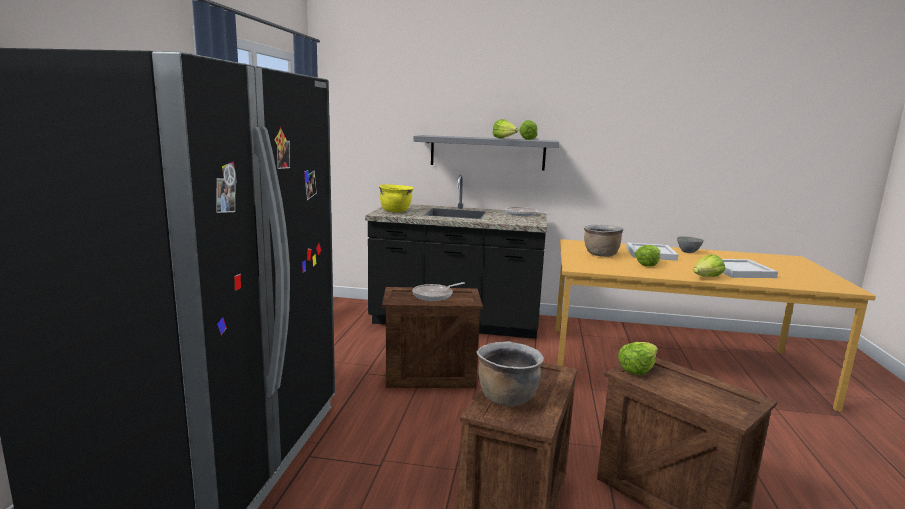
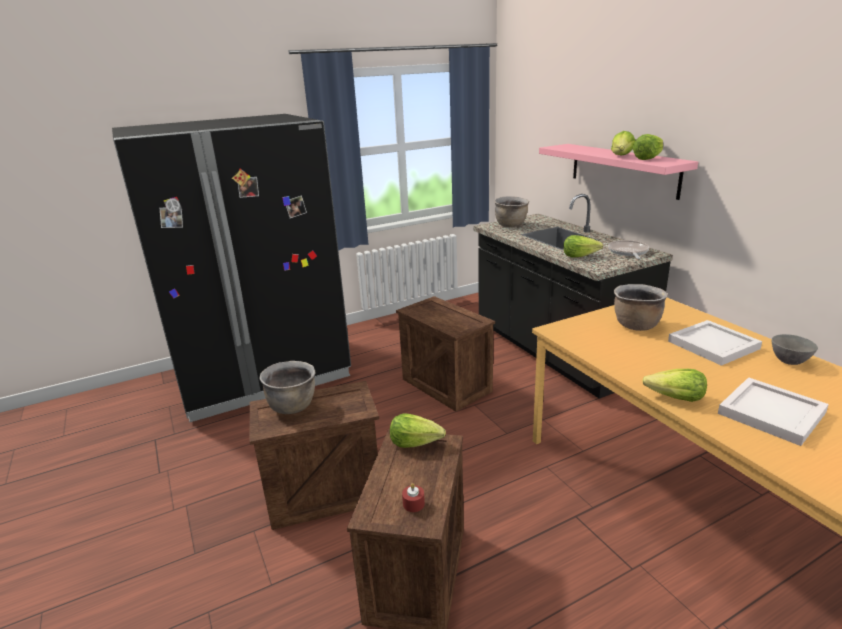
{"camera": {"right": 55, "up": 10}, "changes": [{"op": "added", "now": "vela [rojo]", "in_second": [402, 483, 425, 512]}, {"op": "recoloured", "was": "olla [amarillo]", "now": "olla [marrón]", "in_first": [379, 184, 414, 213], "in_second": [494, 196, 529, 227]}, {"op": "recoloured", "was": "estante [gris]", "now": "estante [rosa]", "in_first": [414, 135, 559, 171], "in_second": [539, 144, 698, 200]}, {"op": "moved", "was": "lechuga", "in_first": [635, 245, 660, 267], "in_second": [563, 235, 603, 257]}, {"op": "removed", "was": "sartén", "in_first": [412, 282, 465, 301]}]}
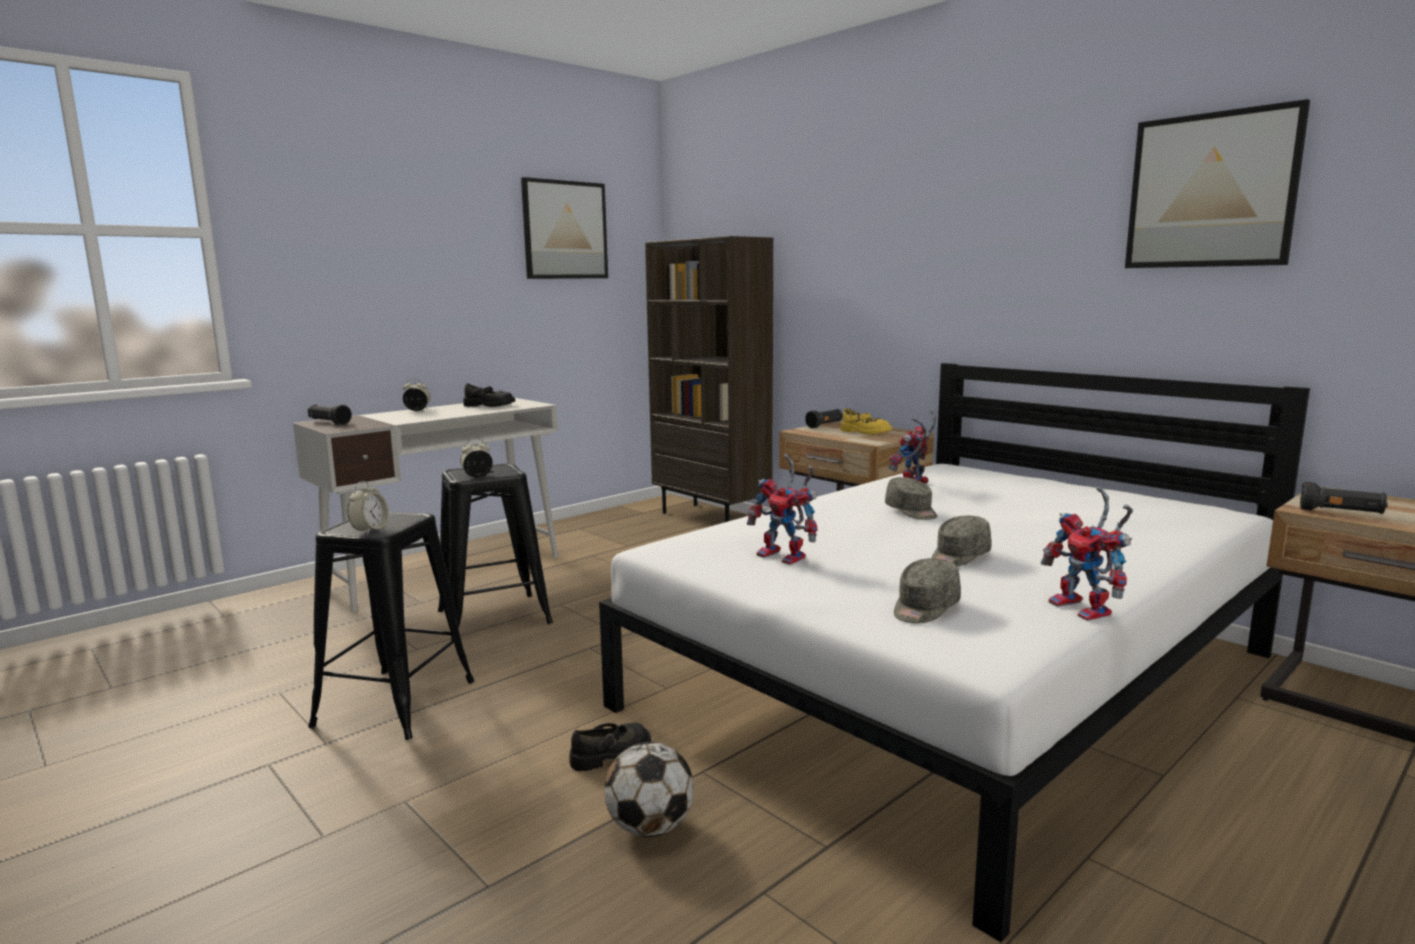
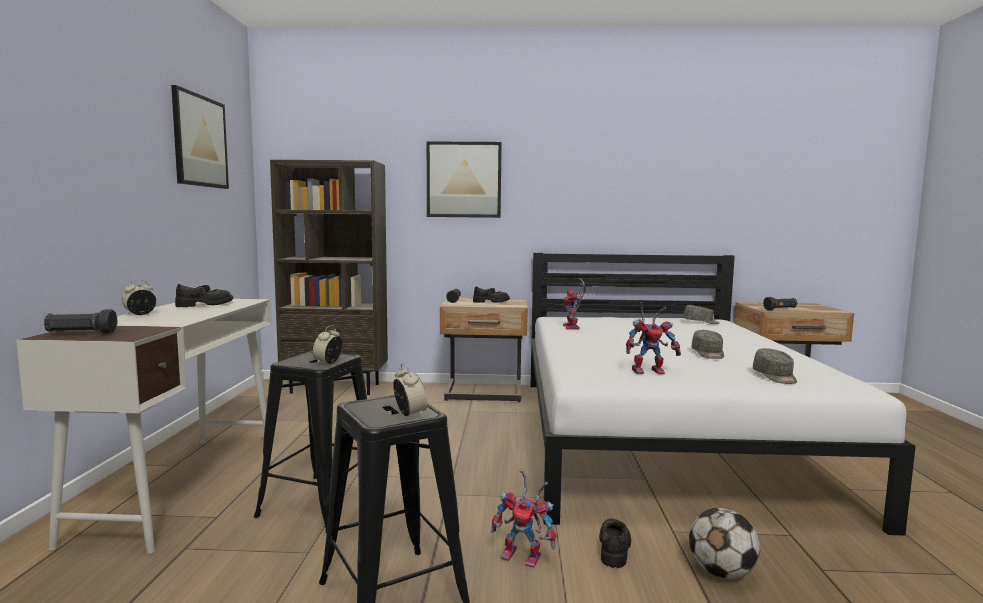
{"camera": {"right": -45, "up": -5}, "changes": [{"op": "moved", "was": "cuadro", "in_first": [1125, 99, 1310, 268], "in_second": [427, 141, 502, 218]}, {"op": "recoloured", "was": "zapato [amarillo]", "now": "zapato [negro]", "in_first": [840, 408, 892, 435], "in_second": [473, 286, 510, 303]}, {"op": "moved", "was": "robot de juguete", "in_first": [1041, 486, 1133, 621], "in_second": [491, 469, 556, 568]}, {"op": "moved", "was": "gorra [gris]", "in_first": [885, 477, 937, 520], "in_second": [684, 305, 720, 324]}]}
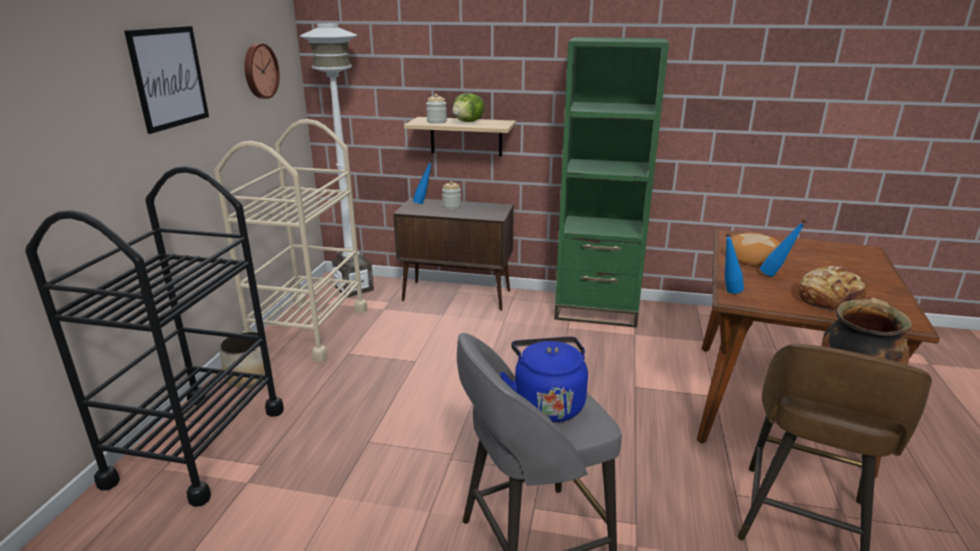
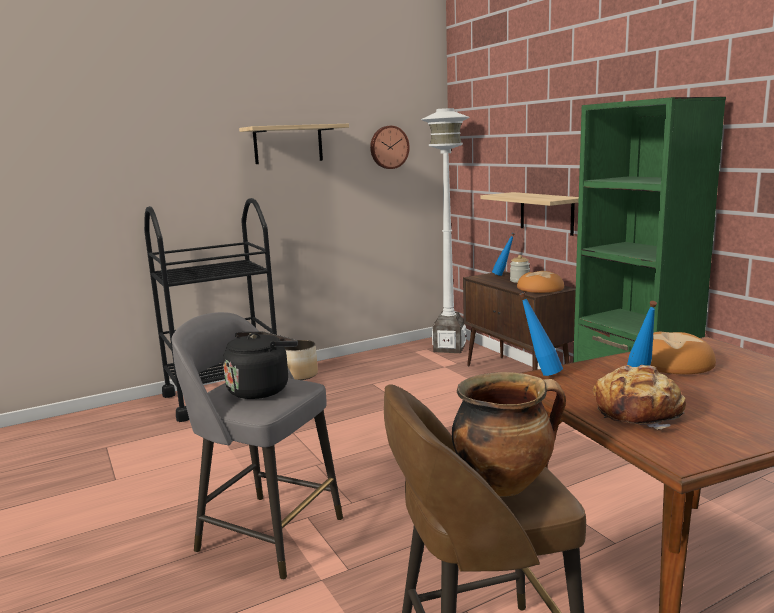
{"camera": {"right": 50, "up": -10}, "changes": [{"op": "recoloured", "was": "hervidor [azul]", "now": "hervidor [negro]", "in_first": [500, 337, 588, 423], "in_second": [223, 331, 298, 399]}, {"op": "replaced", "was": "cuadro", "now": "estante", "in_first": [124, 26, 209, 134], "in_second": [239, 124, 349, 164]}, {"op": "added", "now": "pan", "in_second": [517, 271, 564, 293]}, {"op": "removed", "was": "carrito [beis]", "in_first": [214, 119, 367, 362]}, {"op": "removed", "was": "tarro", "in_first": [426, 94, 447, 124]}, {"op": "removed", "was": "lechuga", "in_first": [452, 93, 485, 122]}]}
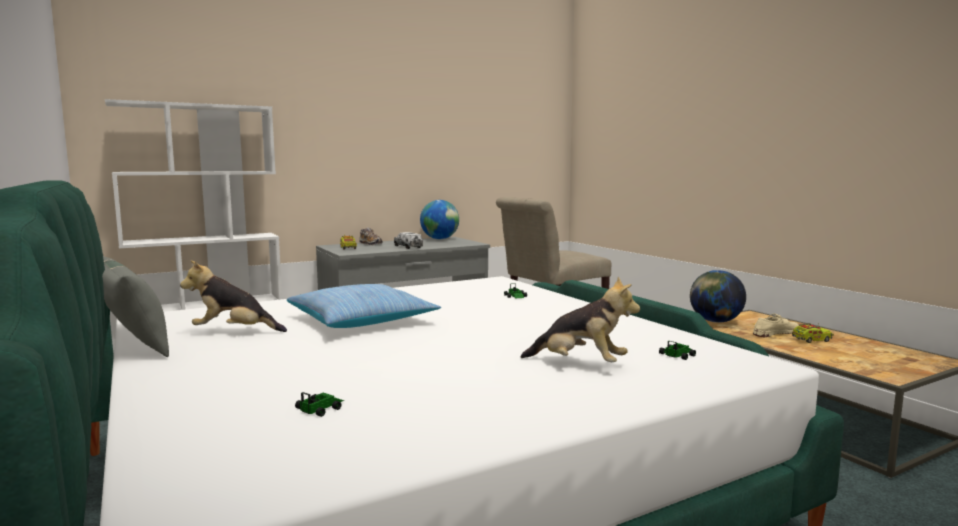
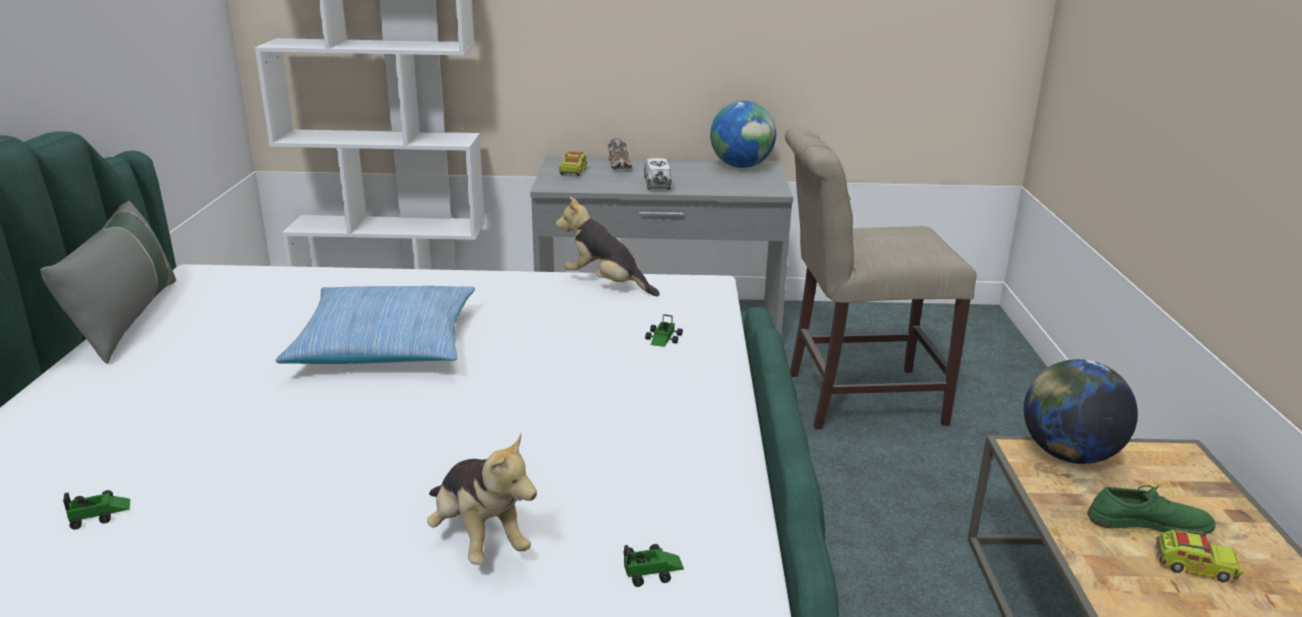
{"camera": {"right": 30, "up": 15}, "changes": [{"op": "moved", "was": "peluche", "in_first": [180, 260, 287, 332], "in_second": [556, 197, 660, 296]}, {"op": "recoloured", "was": "zapato [beis]", "now": "zapato [verde]", "in_first": [753, 314, 799, 337], "in_second": [1087, 485, 1216, 535]}]}
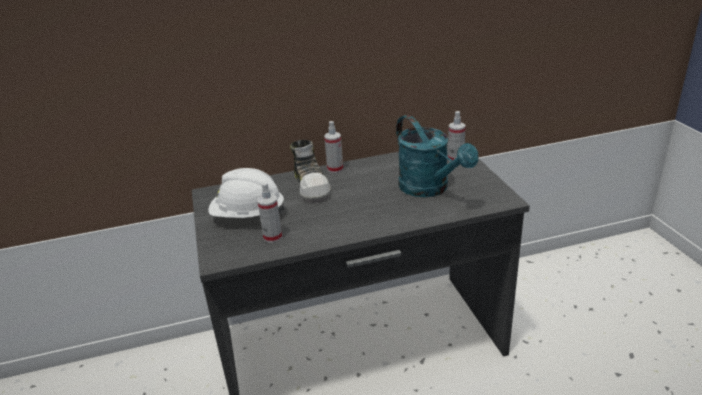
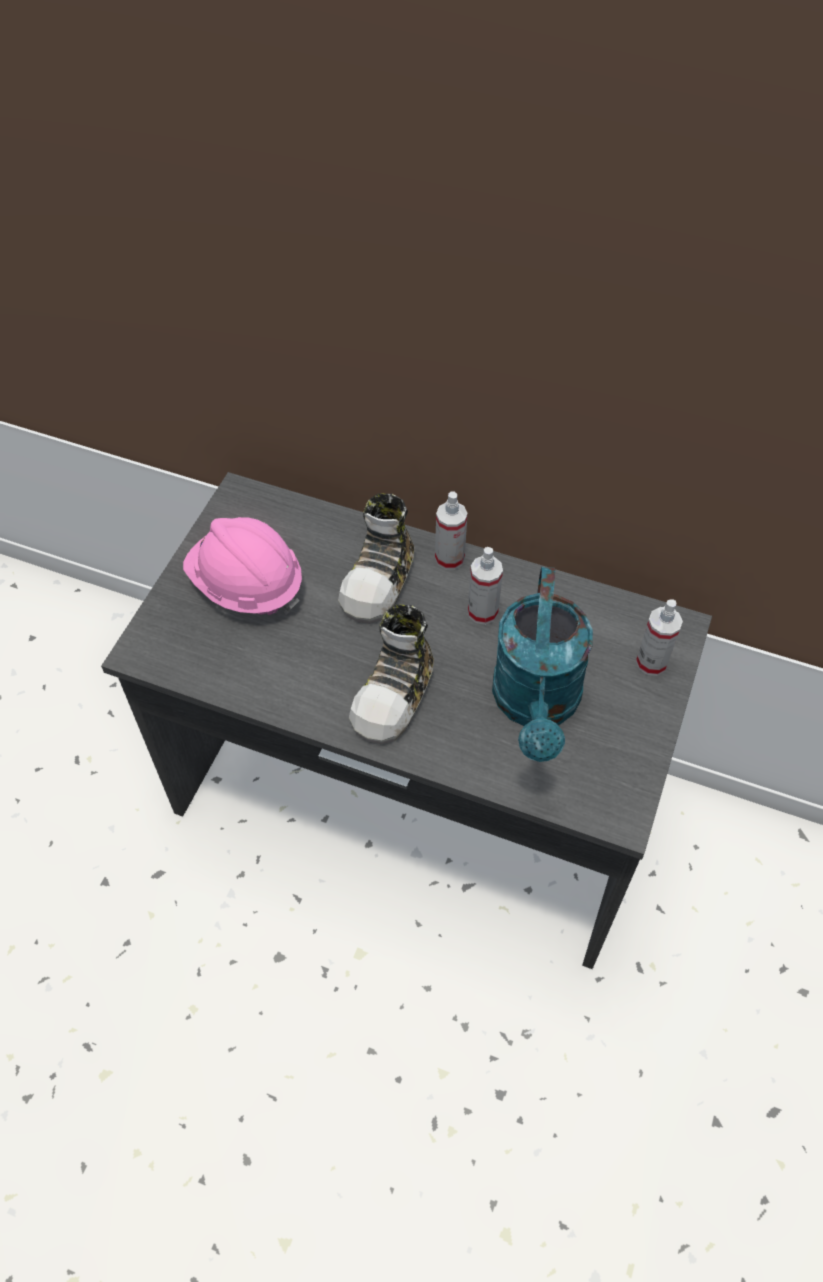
{"camera": {"right": 35, "up": 25}, "changes": [{"op": "recoloured", "was": "casco [blanco]", "now": "casco [rosa]", "in_first": [208, 168, 286, 218], "in_second": [183, 517, 302, 615]}, {"op": "added", "now": "zapato", "in_second": [349, 604, 434, 744]}, {"op": "moved", "was": "pulverizador", "in_first": [257, 183, 282, 243], "in_second": [468, 547, 503, 625]}]}
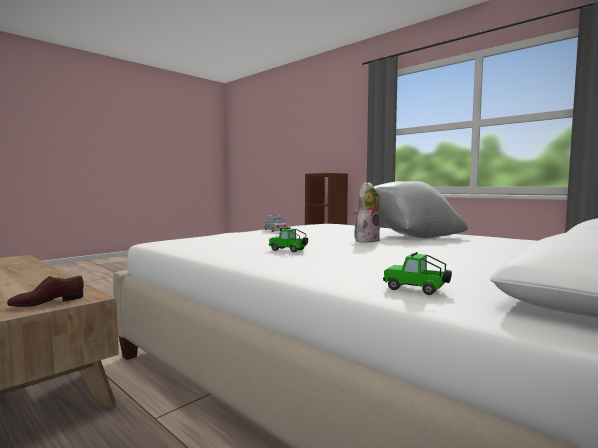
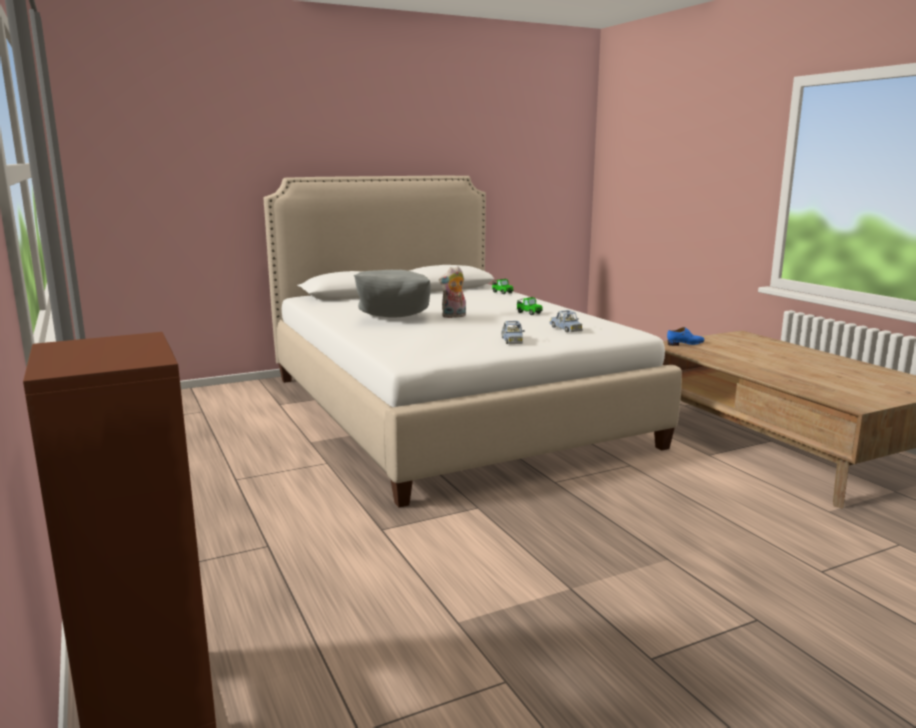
{"camera": {"right": -160, "up": 10}, "changes": [{"op": "added", "now": "coche de juguete [azul]", "in_second": [550, 310, 583, 332]}, {"op": "recoloured", "was": "zapato [marrón]", "now": "zapato [azul]", "in_first": [7, 275, 84, 307], "in_second": [667, 327, 704, 346]}]}
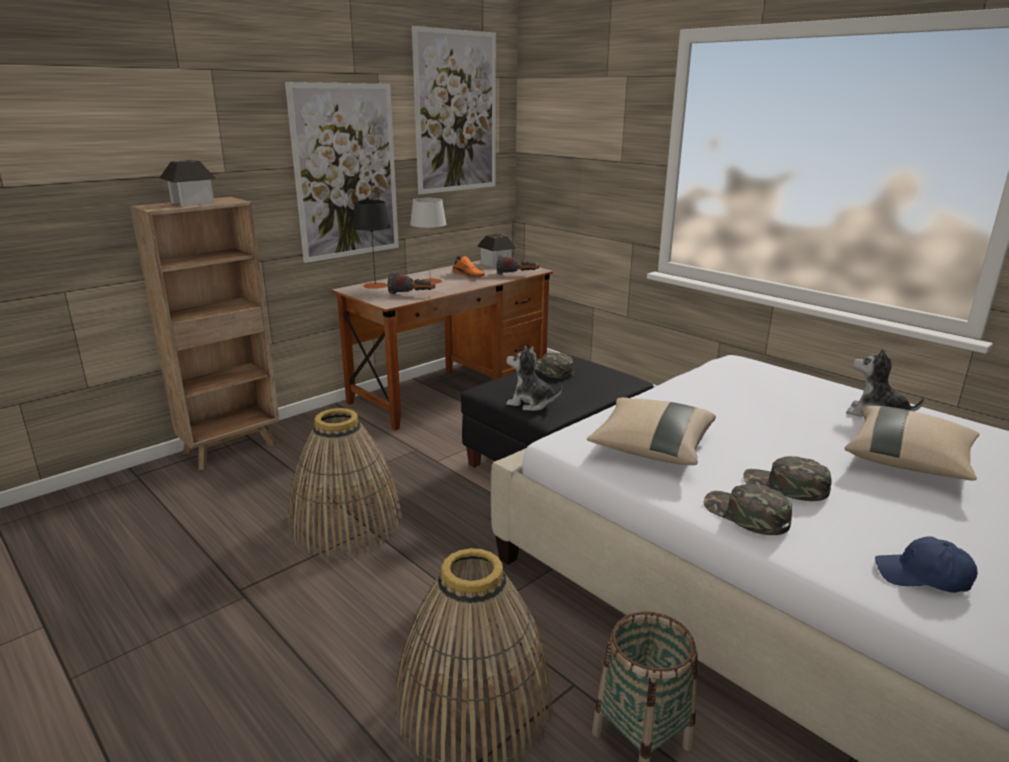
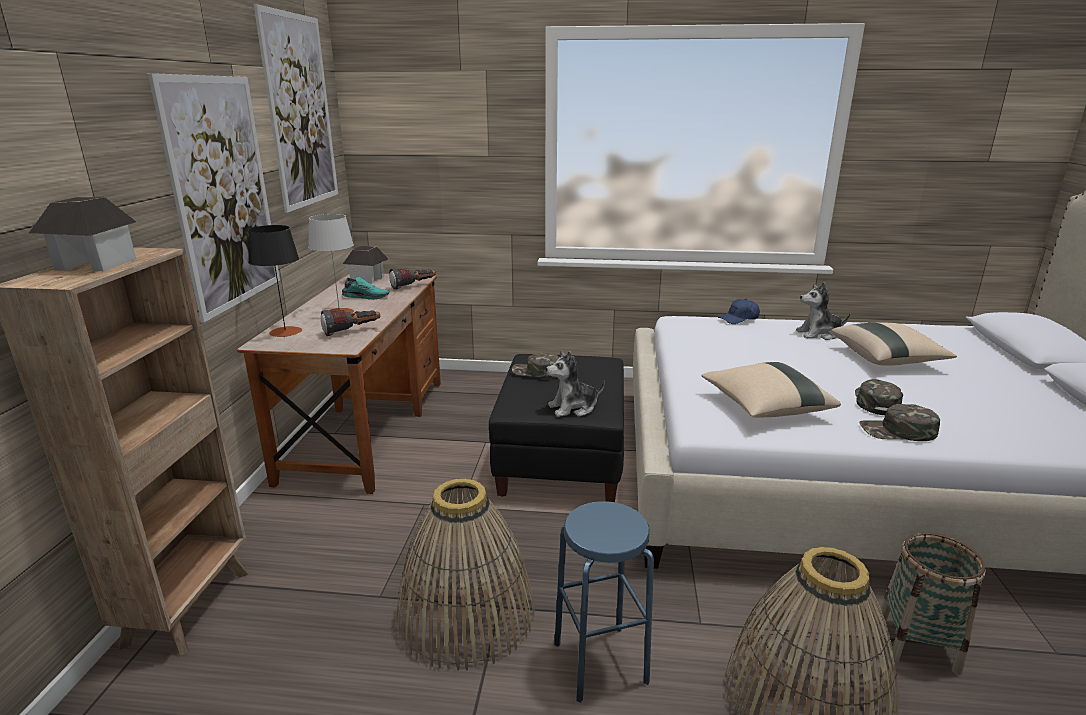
{"camera": {"right": -40, "up": 0}, "changes": [{"op": "recoloured", "was": "zapato [naranja]", "now": "zapato [turquesa]", "in_first": [452, 256, 485, 278], "in_second": [342, 276, 390, 300]}, {"op": "added", "now": "taburete [azul]", "in_second": [554, 501, 654, 703]}, {"op": "moved", "was": "gorra [azul]", "in_first": [875, 536, 978, 593], "in_second": [718, 299, 760, 324]}, {"op": "turned", "was": "gorra [verde]", "in_first": [744, 456, 832, 501], "in_second": [855, 379, 903, 415], "clockwise": 120}]}
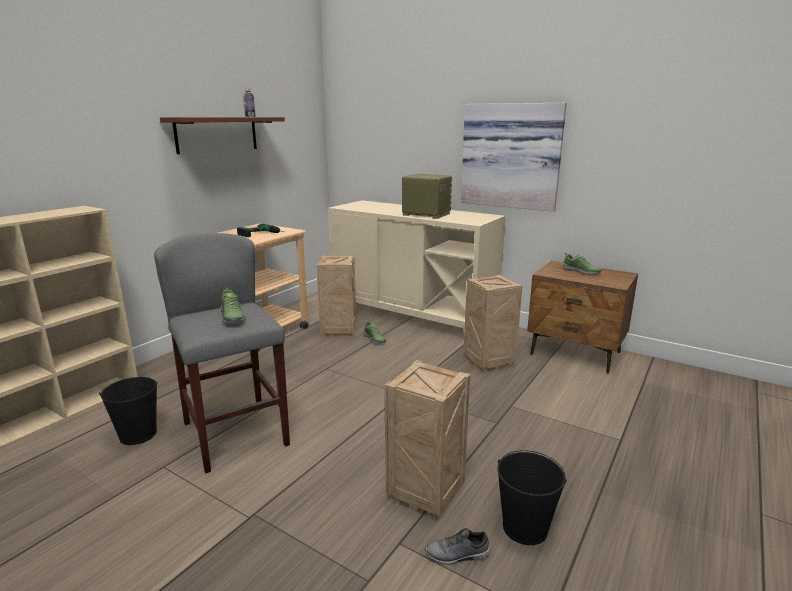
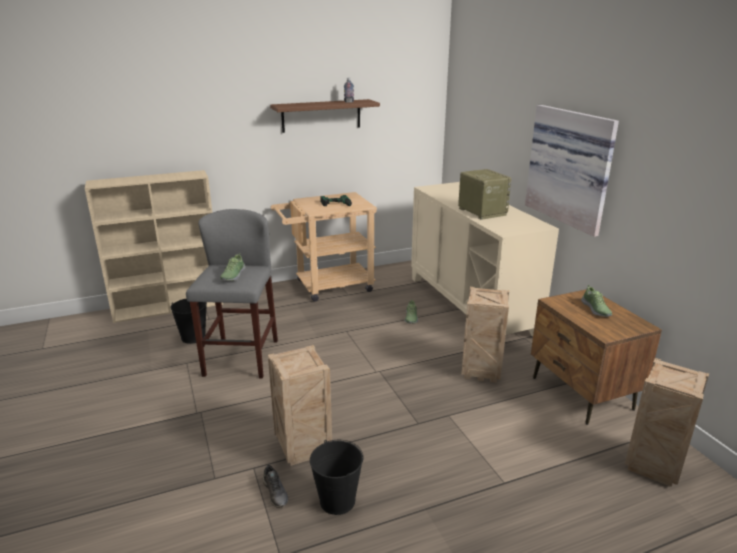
{"camera": {"right": 35, "up": 5}, "changes": [{"op": "turned", "was": "zapato [gris]", "in_first": [425, 528, 490, 565], "in_second": [263, 465, 288, 508], "clockwise": -150}, {"op": "moved", "was": "caja de embalaje", "in_first": [316, 256, 356, 337], "in_second": [625, 358, 709, 487]}]}
